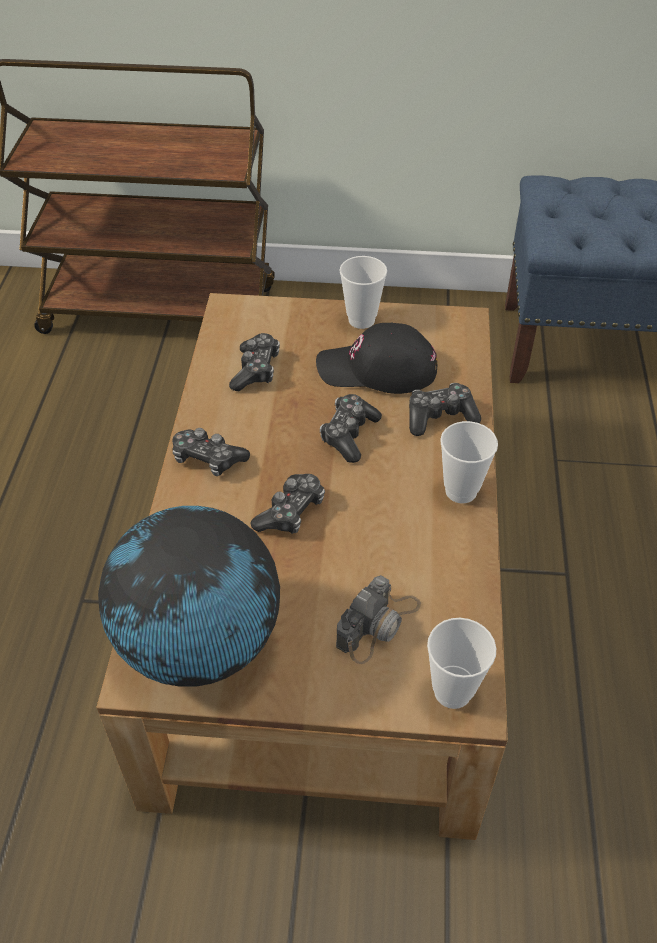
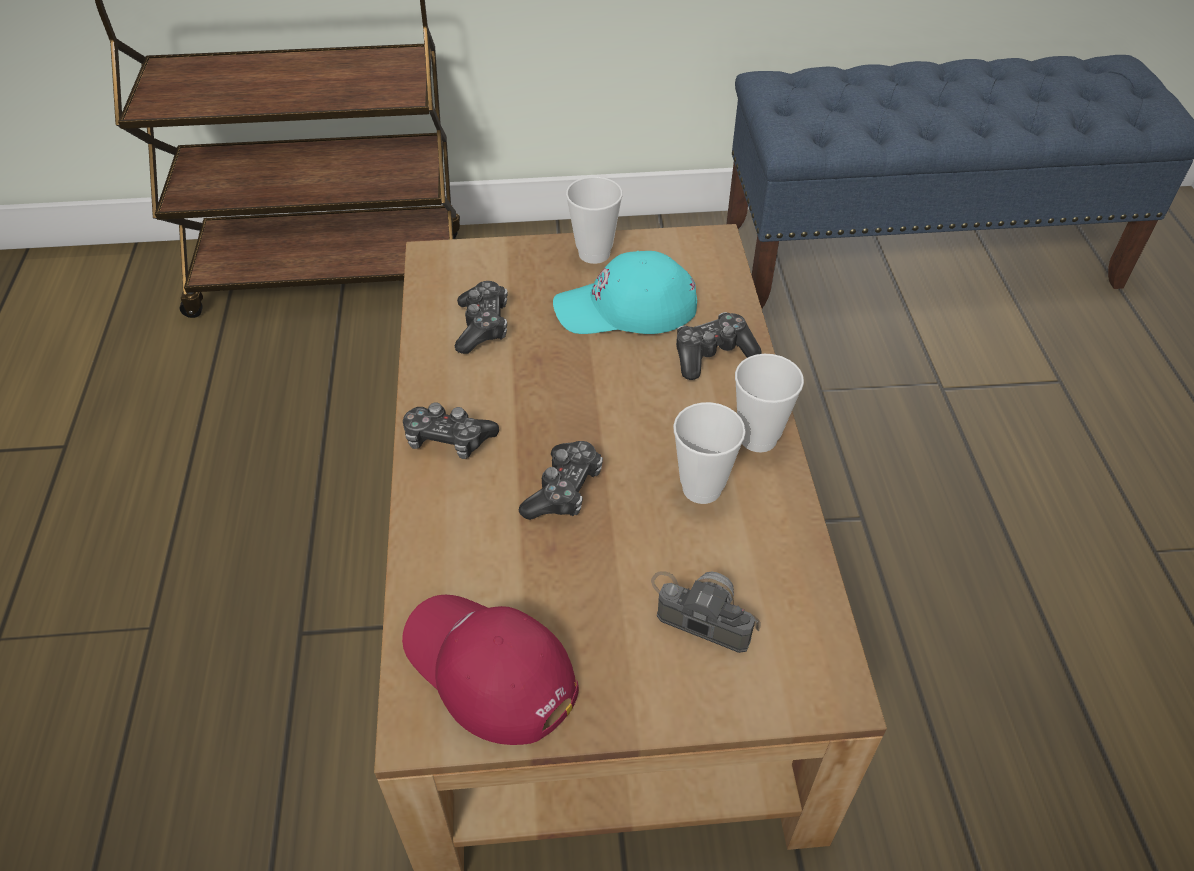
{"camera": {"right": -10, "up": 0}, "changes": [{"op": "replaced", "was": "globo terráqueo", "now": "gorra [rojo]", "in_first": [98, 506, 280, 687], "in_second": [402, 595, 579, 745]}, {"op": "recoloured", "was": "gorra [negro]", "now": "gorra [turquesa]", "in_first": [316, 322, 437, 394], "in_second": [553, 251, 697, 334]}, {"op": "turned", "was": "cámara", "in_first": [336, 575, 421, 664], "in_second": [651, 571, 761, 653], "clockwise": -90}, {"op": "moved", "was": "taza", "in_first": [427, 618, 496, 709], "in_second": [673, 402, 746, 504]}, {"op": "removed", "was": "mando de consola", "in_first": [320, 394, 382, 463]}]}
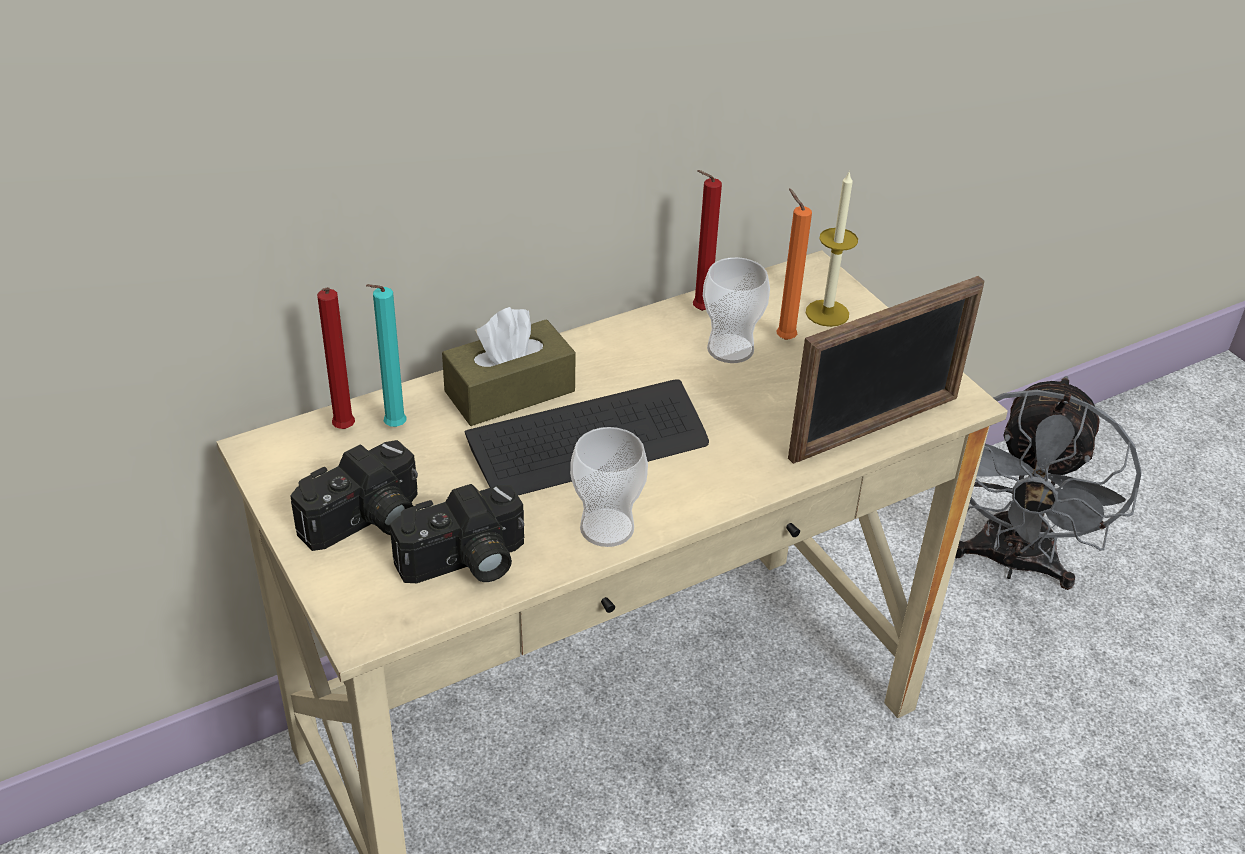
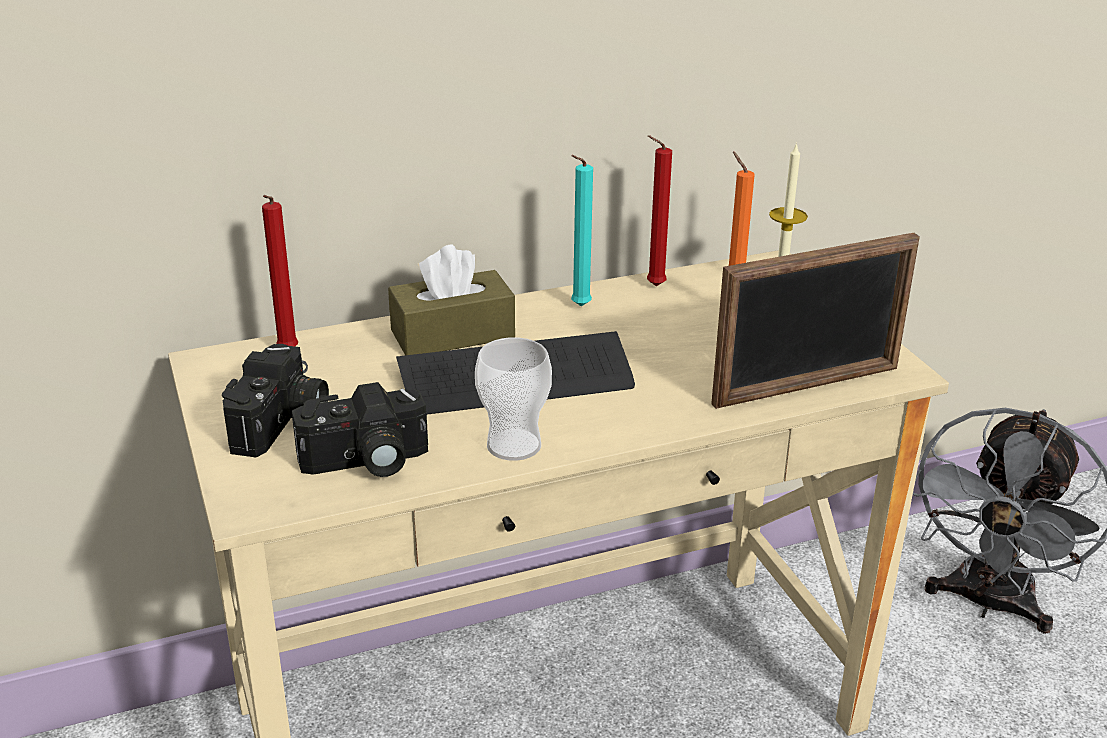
{"camera": {"right": 10, "up": -10}, "changes": [{"op": "turned", "was": "cámara", "in_first": [290, 440, 418, 551], "in_second": [222, 344, 329, 458], "clockwise": -45}, {"op": "moved", "was": "vela [turquesa]", "in_first": [366, 284, 407, 427], "in_second": [571, 155, 593, 306]}, {"op": "removed", "was": "taza", "in_first": [703, 257, 770, 363]}]}
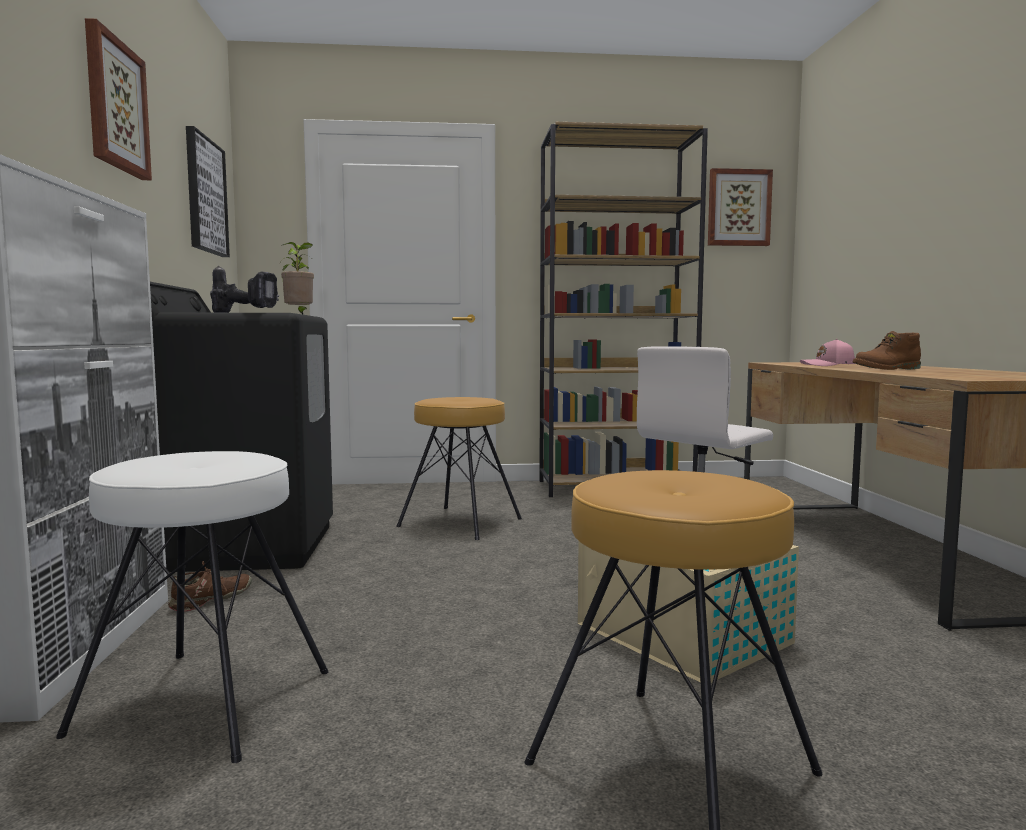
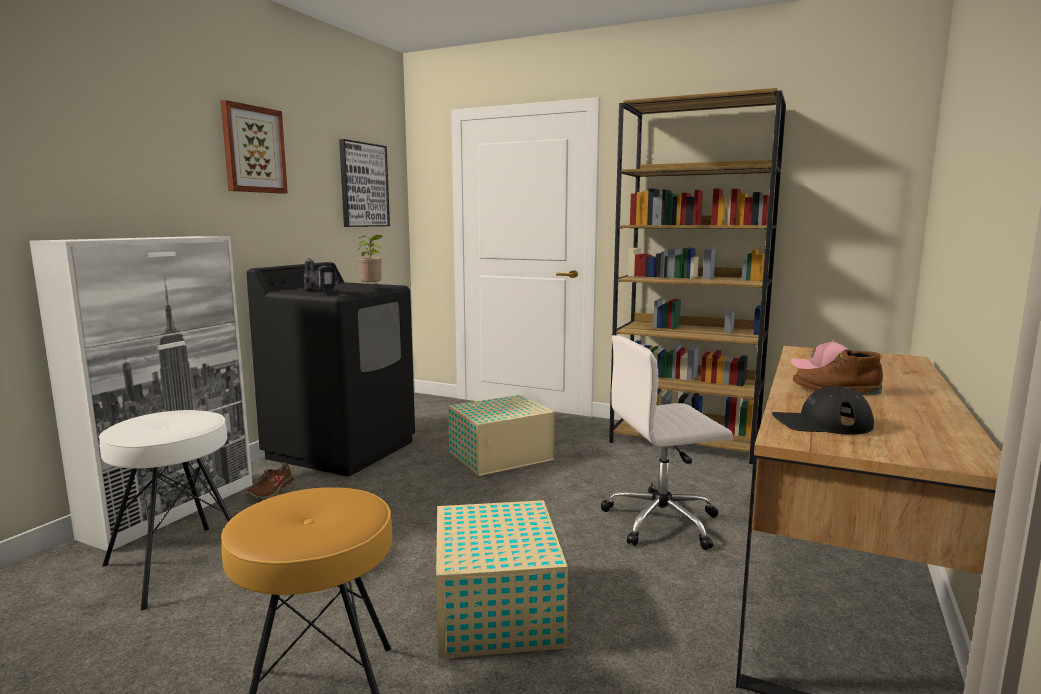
{"camera": {"right": 30, "up": 5}, "changes": [{"op": "turned", "was": "zapato [marrón]", "in_first": [168, 561, 252, 612], "in_second": [246, 463, 294, 498], "clockwise": 135}, {"op": "replaced", "was": "taburete [marrón]", "now": "caja de almacenaje [beis]", "in_first": [396, 397, 522, 540], "in_second": [448, 395, 555, 476]}, {"op": "added", "now": "gorra [negro]", "in_second": [772, 386, 874, 435]}, {"op": "removed", "was": "cuadro", "in_first": [708, 168, 773, 246]}]}
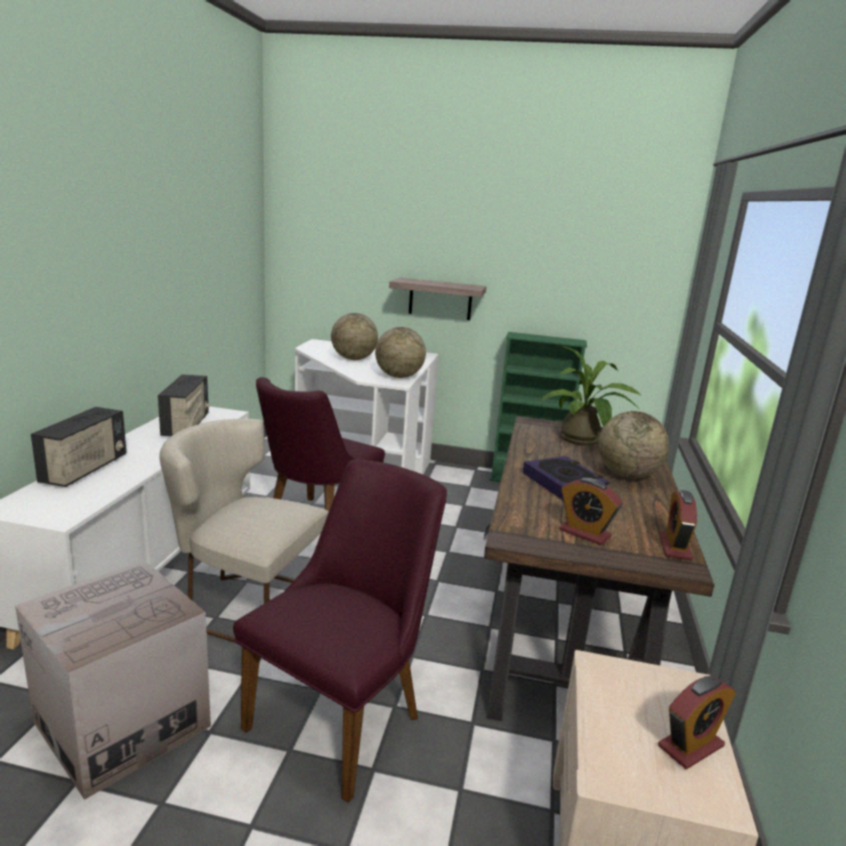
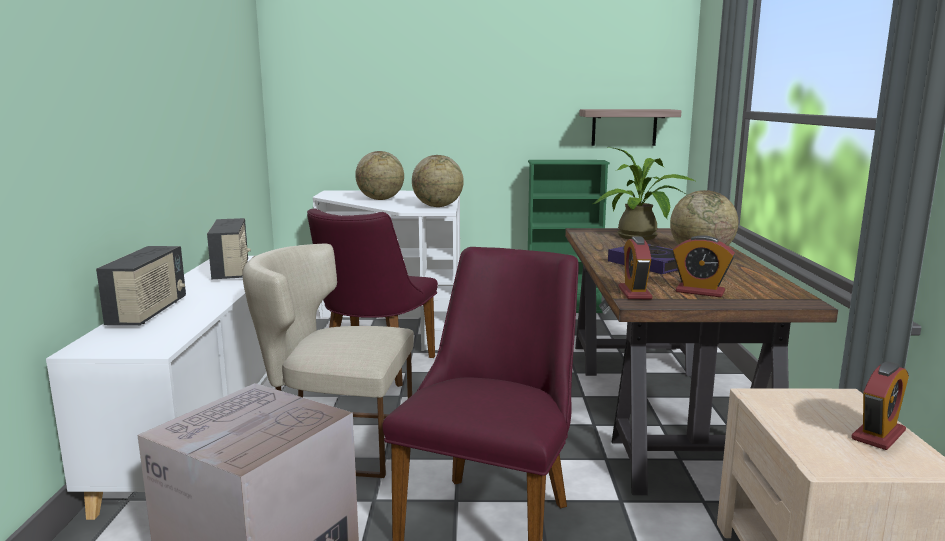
{"camera": {"right": -10, "up": -5}, "changes": [{"op": "moved", "was": "estante", "in_first": [389, 278, 486, 320], "in_second": [579, 109, 682, 146]}, {"op": "moved", "was": "despertador", "in_first": [659, 490, 697, 560], "in_second": [618, 237, 653, 299]}]}
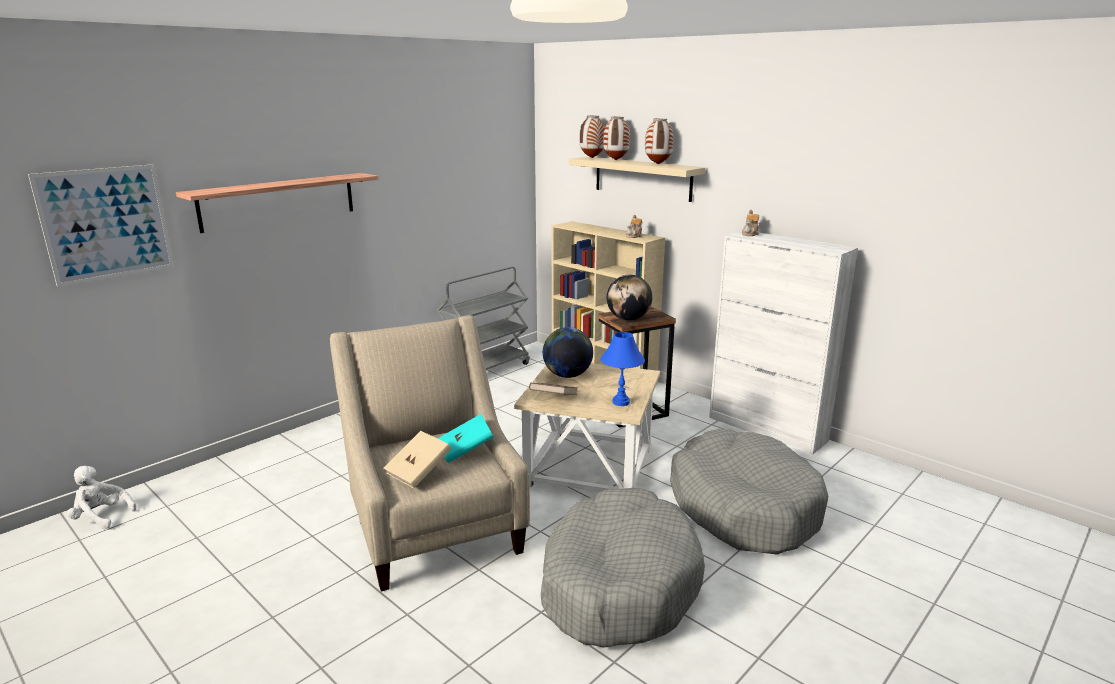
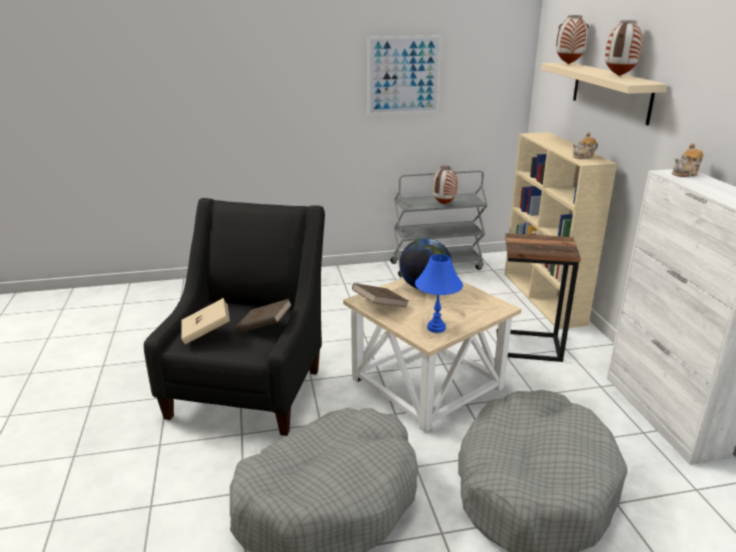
{"camera": {"right": 35, "up": 5}, "changes": [{"op": "recoloured", "was": "sillón [beis]", "now": "sillón [negro]", "in_first": [330, 315, 530, 591], "in_second": [144, 198, 325, 436]}, {"op": "recoloured", "was": "libro [turquesa]", "now": "libro [marrón]", "in_first": [437, 414, 494, 463], "in_second": [236, 299, 292, 333]}, {"op": "moved", "was": "cuadro", "in_first": [28, 164, 174, 287], "in_second": [368, 35, 442, 115]}, {"op": "moved", "was": "florero", "in_first": [603, 117, 630, 160], "in_second": [433, 166, 458, 204]}, {"op": "removed", "was": "peluche [blanco]", "in_first": [67, 466, 136, 529]}, {"op": "removed", "was": "estante", "in_first": [176, 173, 378, 233]}, {"op": "removed", "was": "globo terráqueo", "in_first": [607, 275, 652, 320]}]}
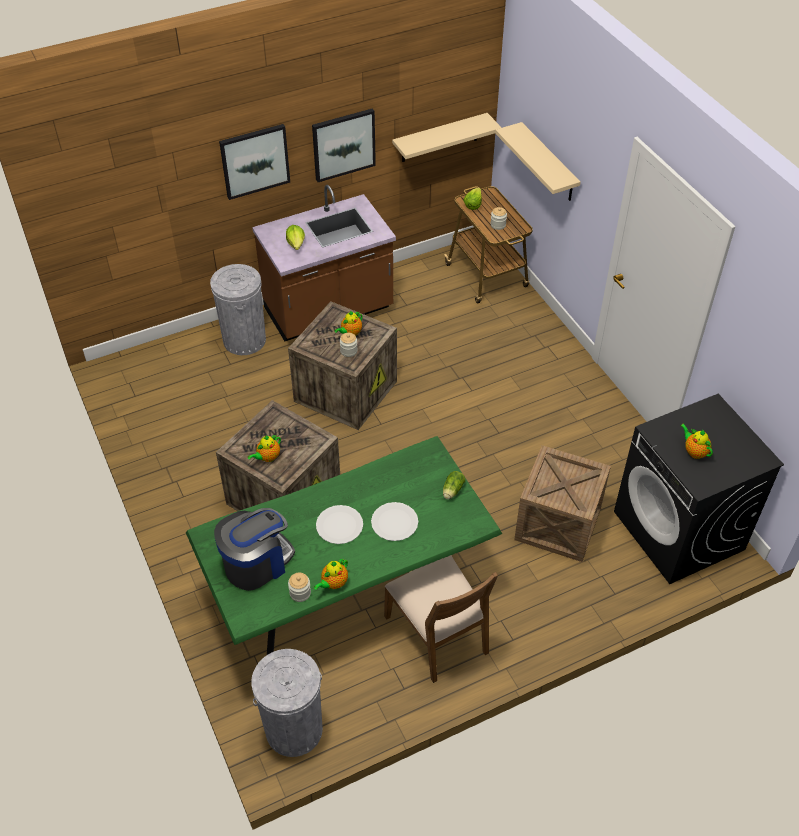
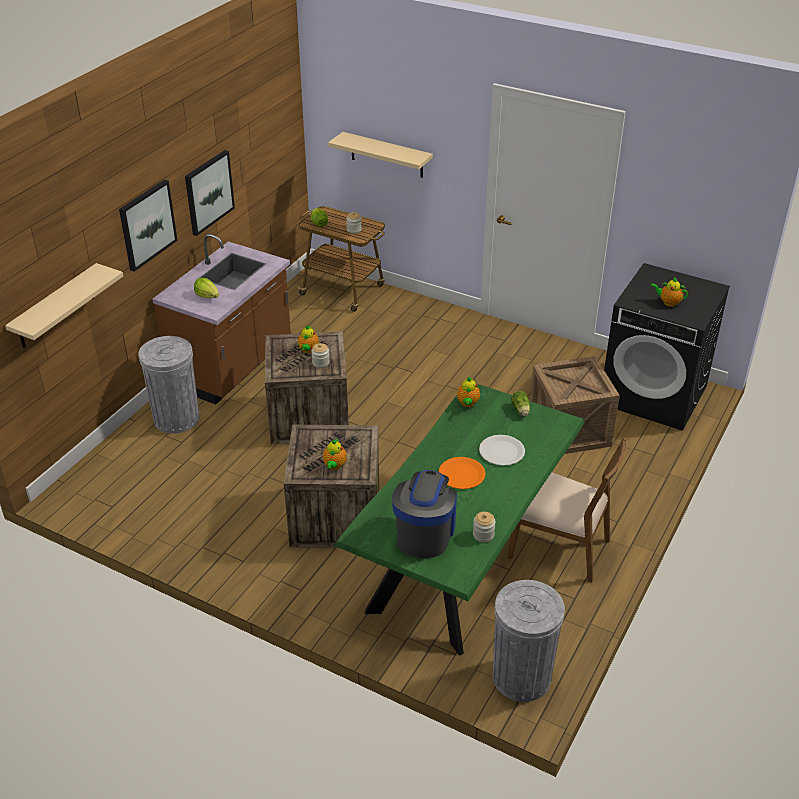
{"camera": {"right": -35, "up": -10}, "changes": [{"op": "moved", "was": "estante [beis]", "in_first": [392, 113, 502, 162], "in_second": [5, 263, 123, 348]}, {"op": "recoloured", "was": "plato [blanco]", "now": "plato [naranja]", "in_first": [316, 505, 363, 544], "in_second": [438, 457, 486, 489]}, {"op": "moved", "was": "tetera", "in_first": [314, 559, 348, 590], "in_second": [457, 376, 480, 407]}]}
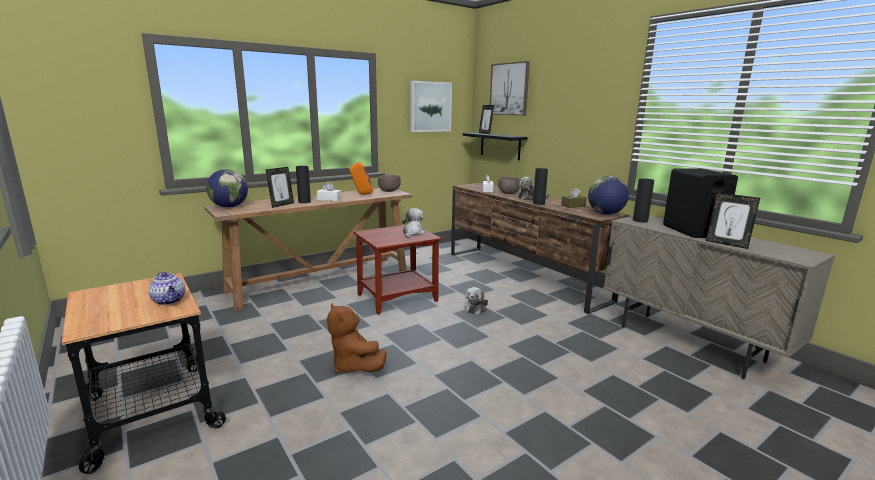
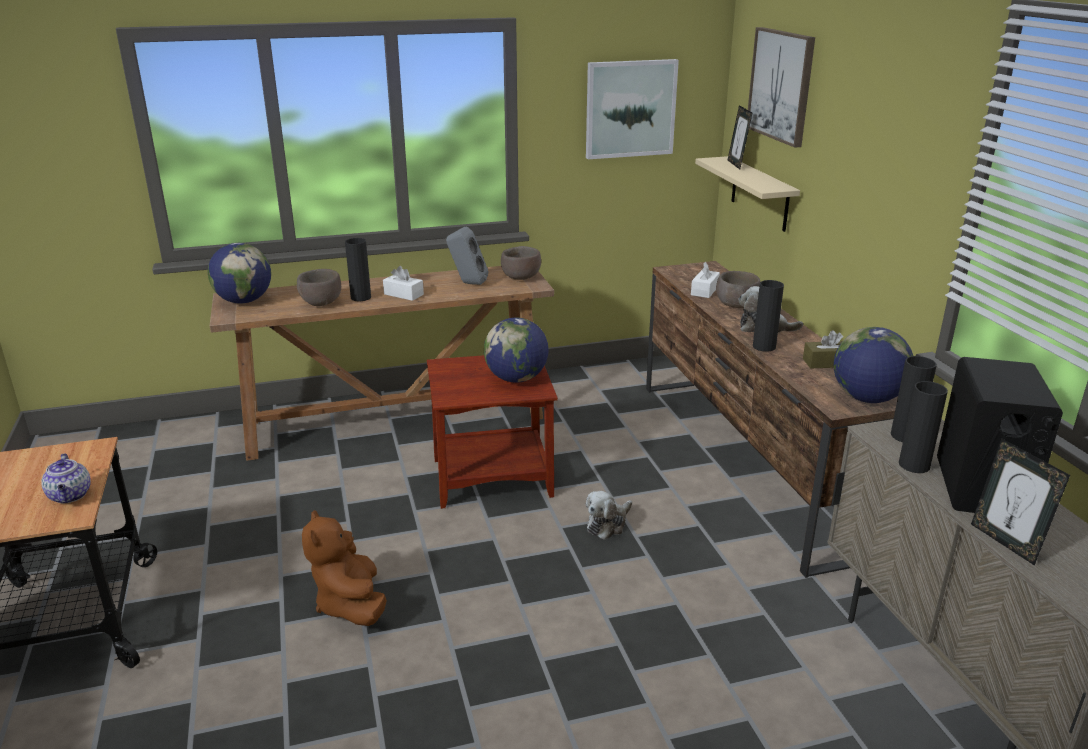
{"camera": {"right": 20, "up": 10}, "changes": [{"op": "replaced", "was": "portarretratos", "now": "cuenco [marrón]", "in_first": [266, 167, 294, 208], "in_second": [297, 269, 341, 306]}, {"op": "recoloured", "was": "altavoz [naranja]", "now": "altavoz [gris]", "in_first": [349, 162, 373, 195], "in_second": [446, 227, 488, 285]}, {"op": "replaced", "was": "peluche", "now": "globo terráqueo", "in_first": [402, 208, 425, 238], "in_second": [484, 317, 549, 383]}, {"op": "recoloured", "was": "estante [negro]", "now": "estante [beis]", "in_first": [463, 133, 528, 160], "in_second": [695, 156, 800, 232]}, {"op": "added", "now": "florero [negro]", "in_second": [899, 381, 948, 473]}]}
